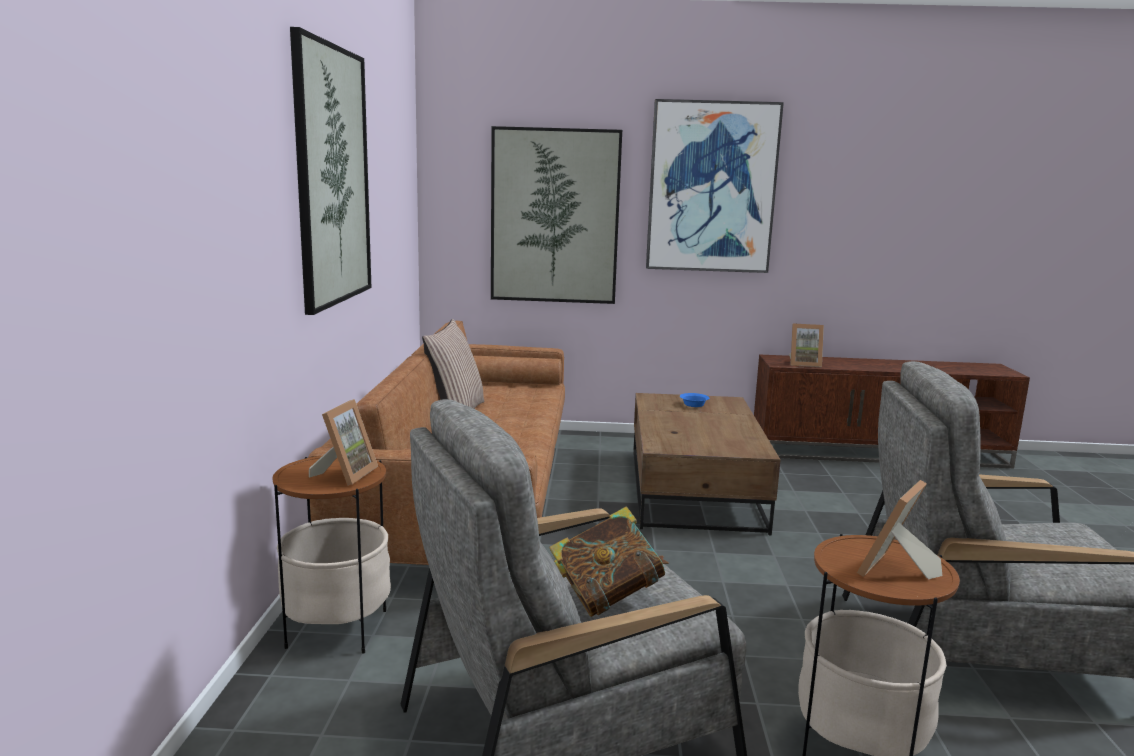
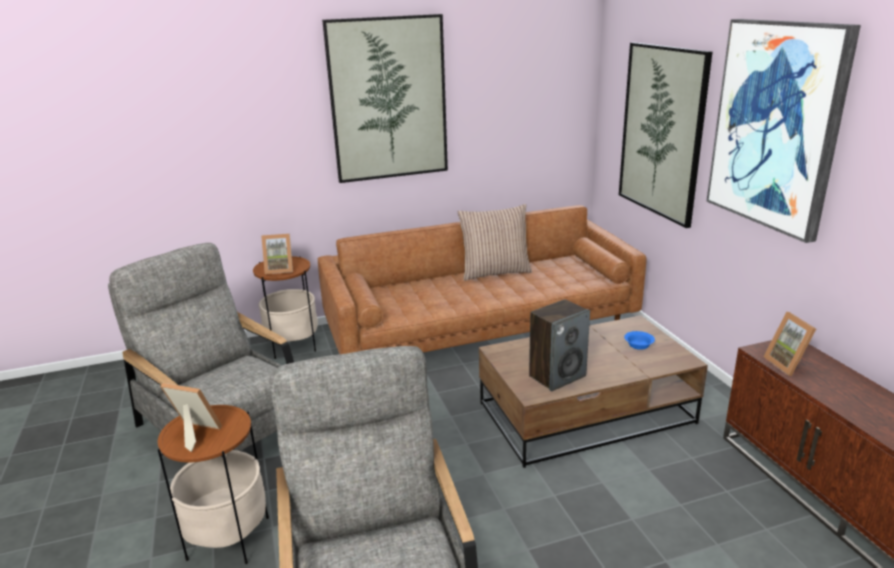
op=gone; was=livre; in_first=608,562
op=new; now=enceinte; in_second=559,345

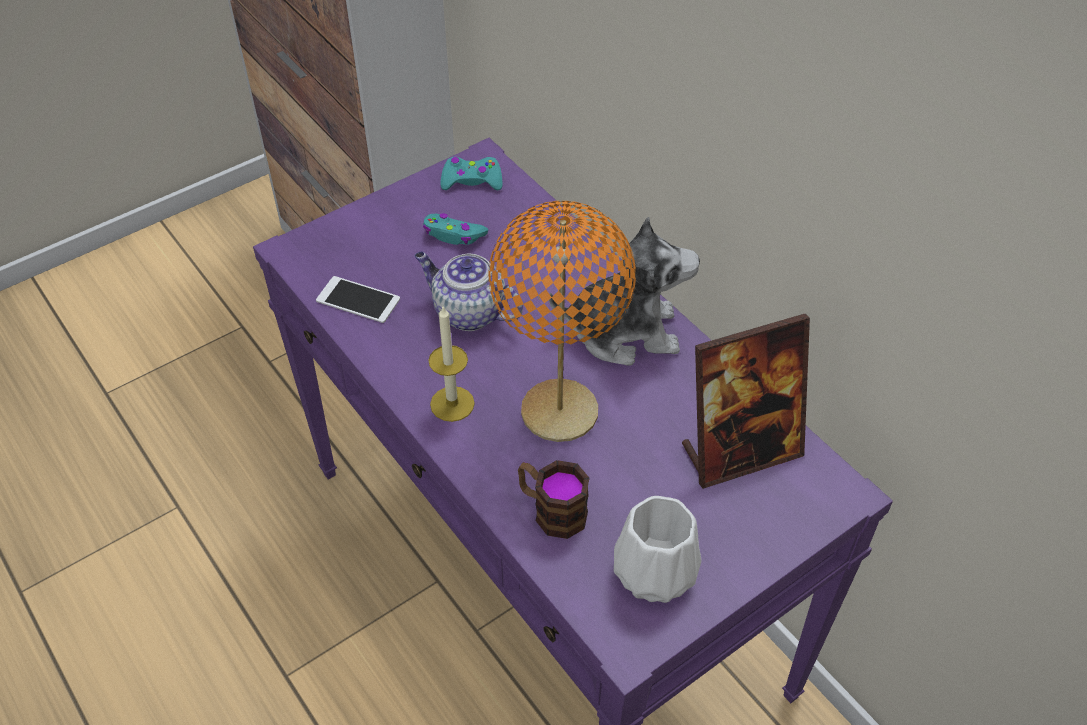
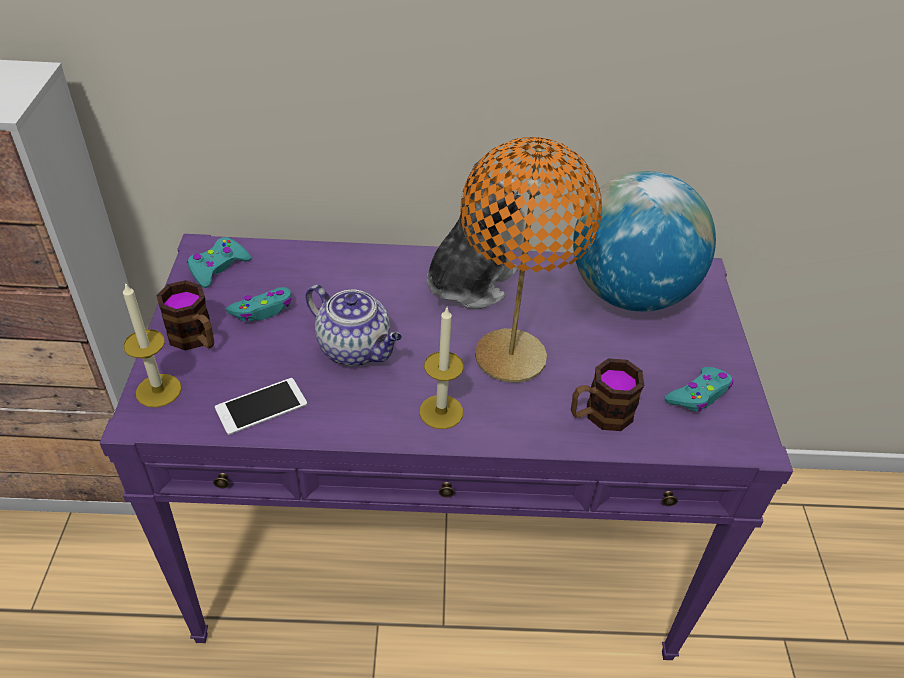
op=new; now=bougie; in_second=152,345
op=new; now=mug; in_second=185,315
op=swapped; was=vase/blanc; now=manette/turquoise; in_first=657,549; in_second=699,389
op=swapped; was=cadre photo; now=globe; in_first=746,401; in_second=644,241
op=rotated; was=théière; in_first=468,291; in_second=353,325; clockwise=-120

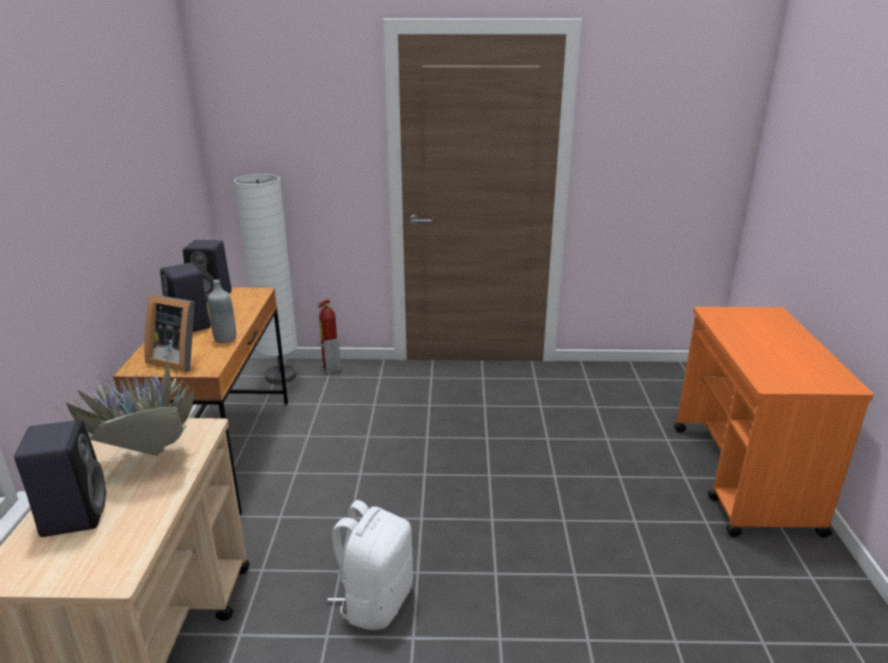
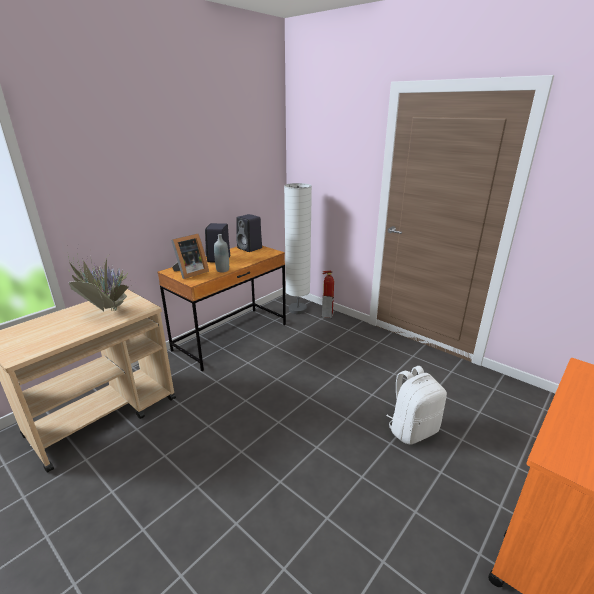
op=gone; was=enceinte/noir; in_first=60,478
op=shifted; was=sac à dos/blanc; in_first=370,565; in_second=416,405
op=rotated; was=cadre photo; in_first=170,333; in_second=190,256; clockwise=-105

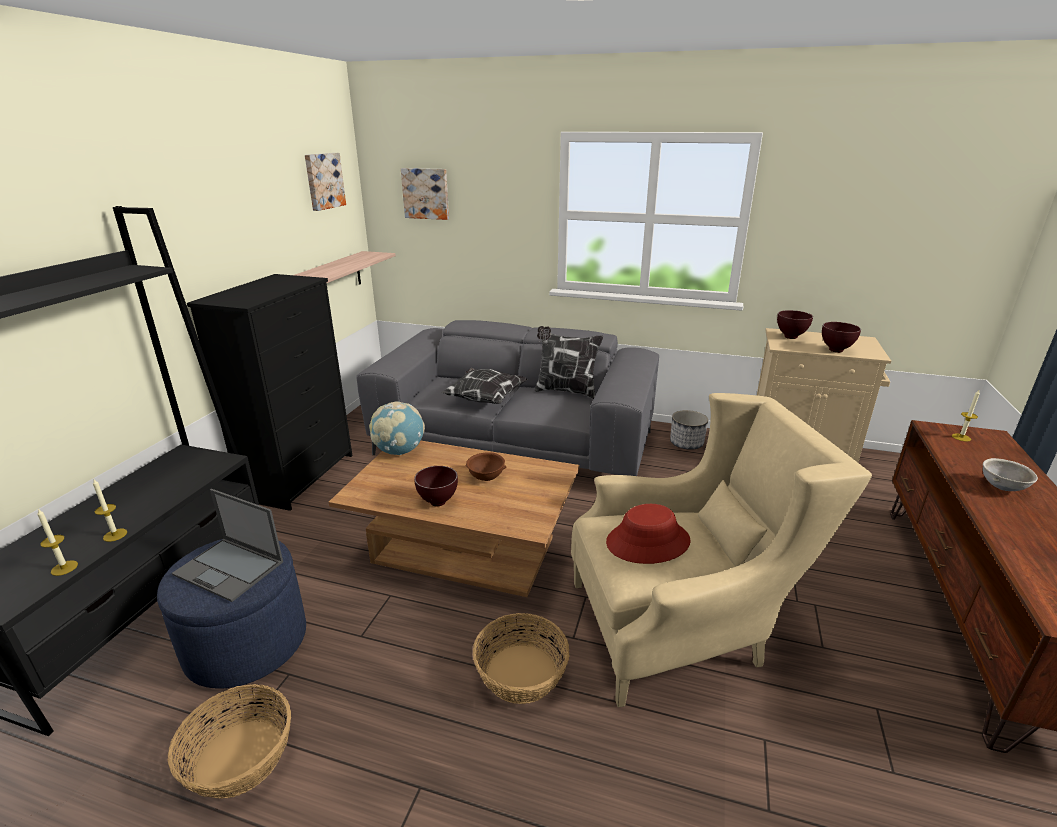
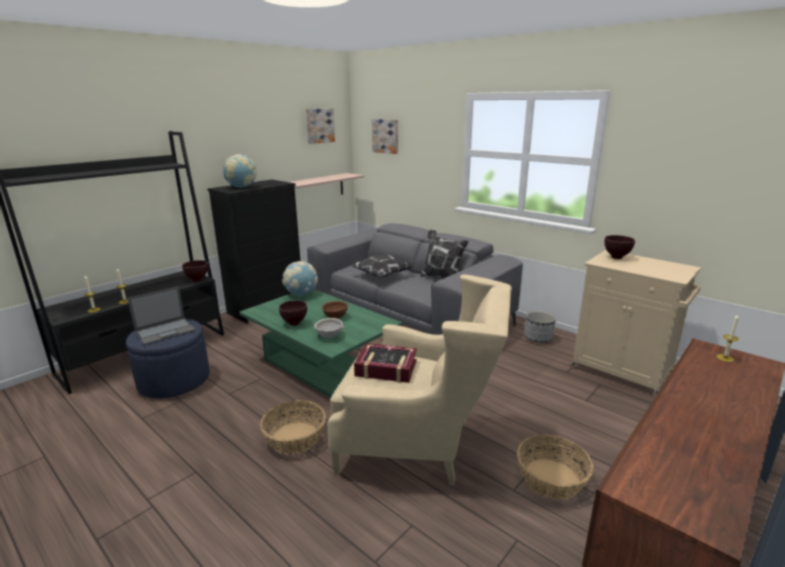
op=new; now=globe; in_second=240,171
op=shifted; was=panier; in_first=229,741; in_second=555,467
op=shifted; was=bol/marron; in_first=841,337; in_second=195,271
op=shifted; was=bol/gris; in_first=1010,474; in_second=329,328
op=swapped; was=chapeau/rouge; now=livre; in_first=648,534; in_second=385,363
op=repainted; was=table basse/marron; now=table basse/vert; in_first=453,519; in_second=320,343
op=rotated; was=ordinateur portable; in_first=227,545; in_second=162,315; clockwise=-90

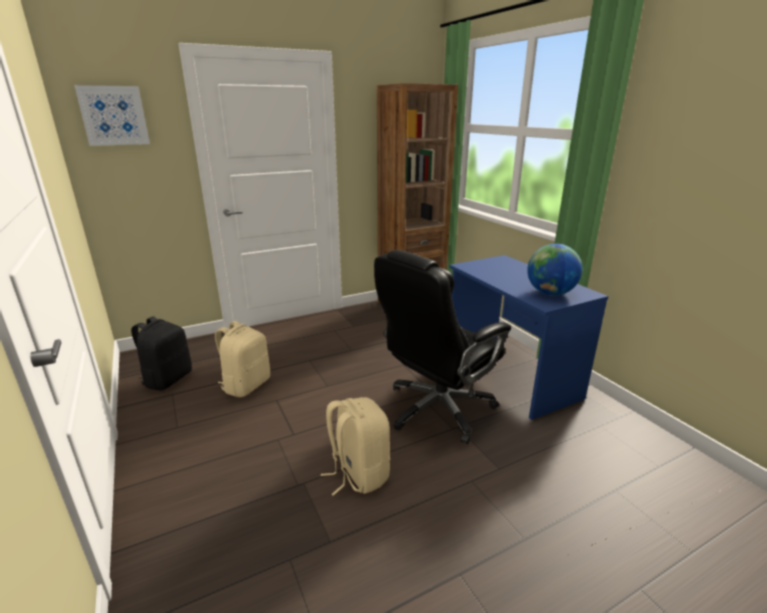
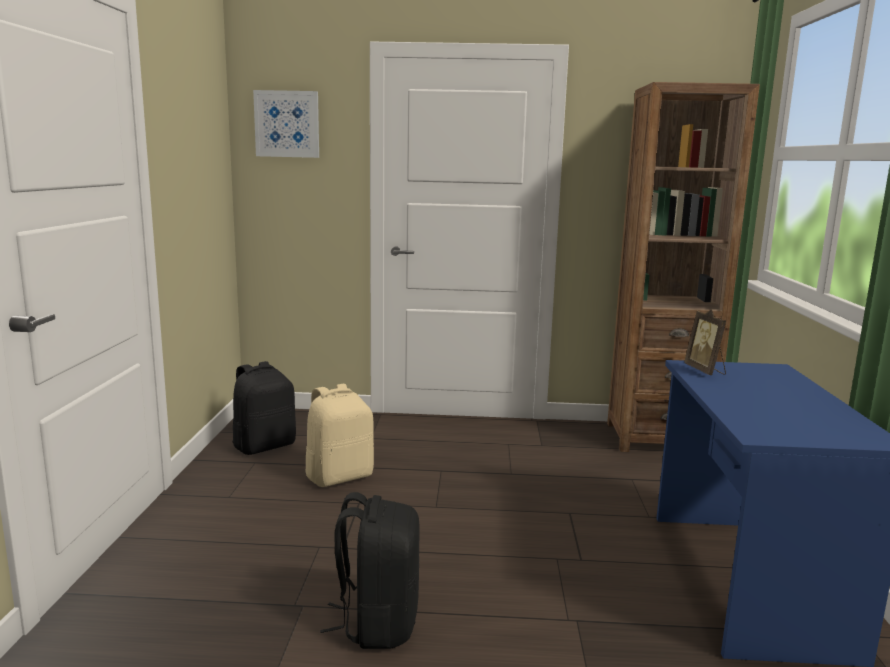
op=gone; was=chaise de bureau/noir; in_first=442,347
op=gone; was=globe; in_first=554,270
op=new; now=cadre photo; in_second=705,342
op=repainted; was=sac à dos/beige; now=sac à dos/noir; in_first=355,446; in_second=370,570

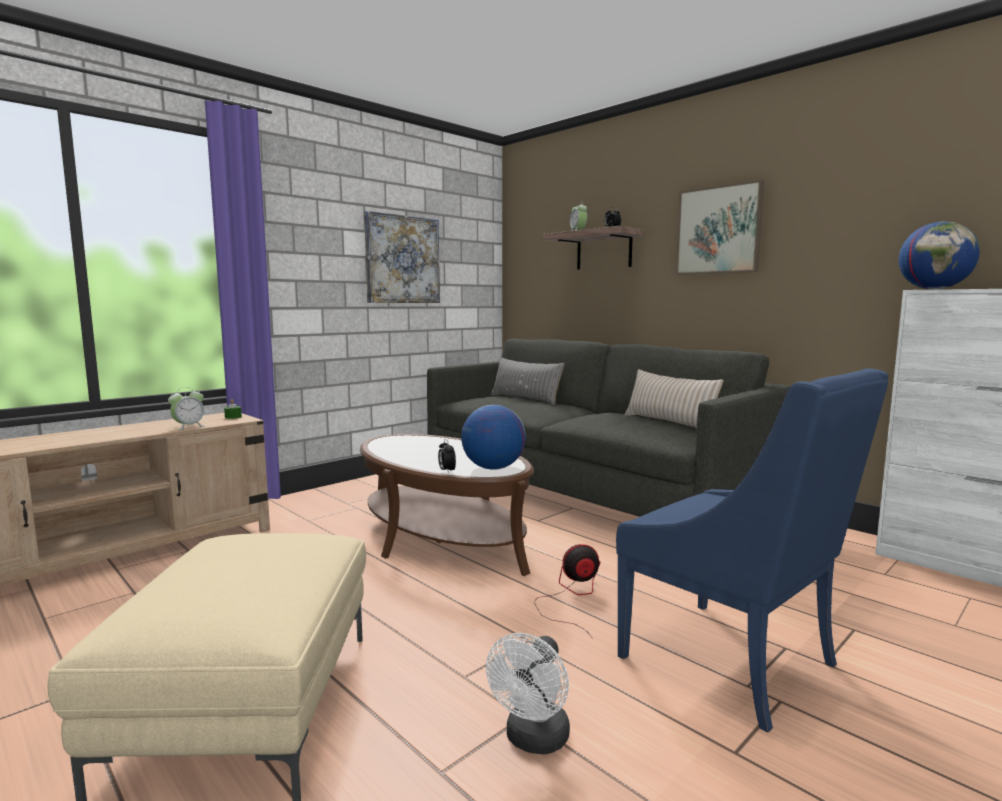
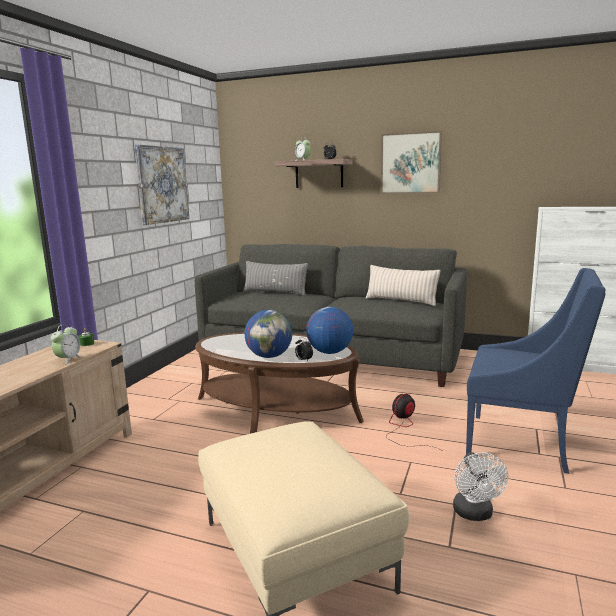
op=shifted; was=globe; in_first=939,255; in_second=268,334

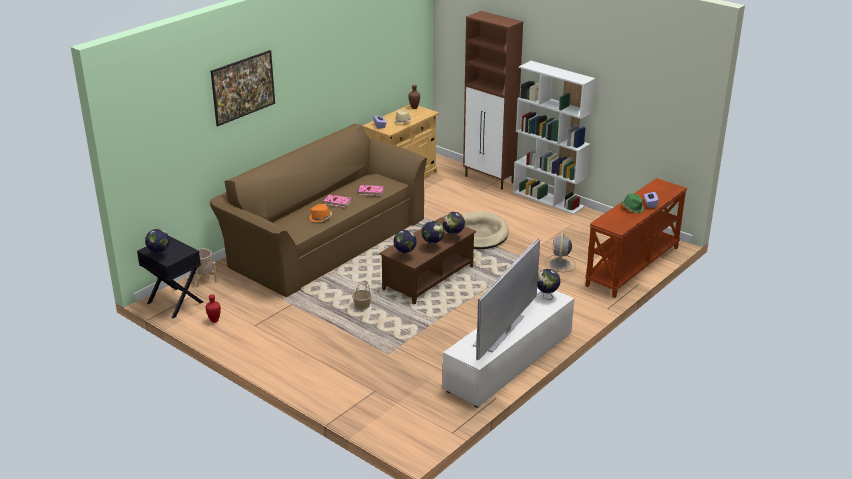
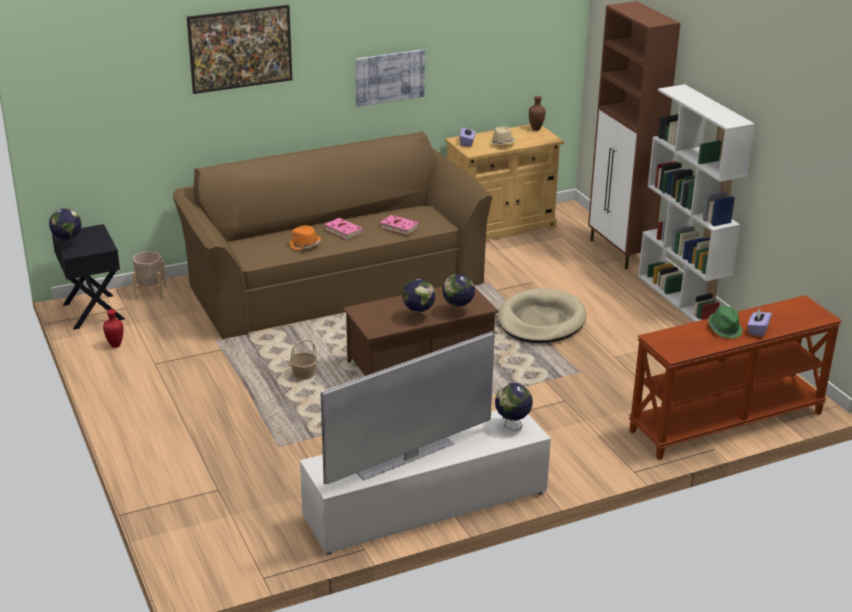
op=gone; was=globe; in_first=405,245
op=gone; was=ventilateur/gris; in_first=560,251
op=new; now=tableau; in_second=390,78

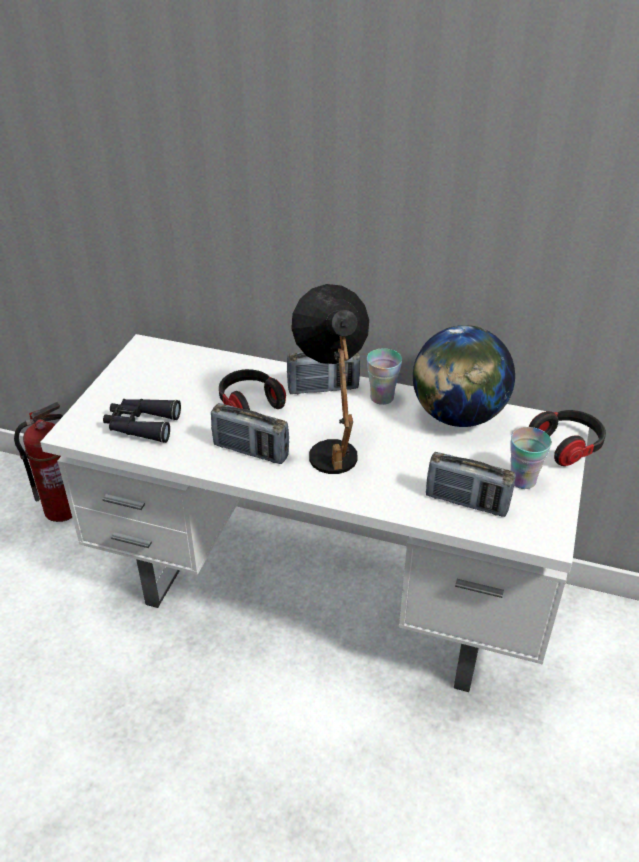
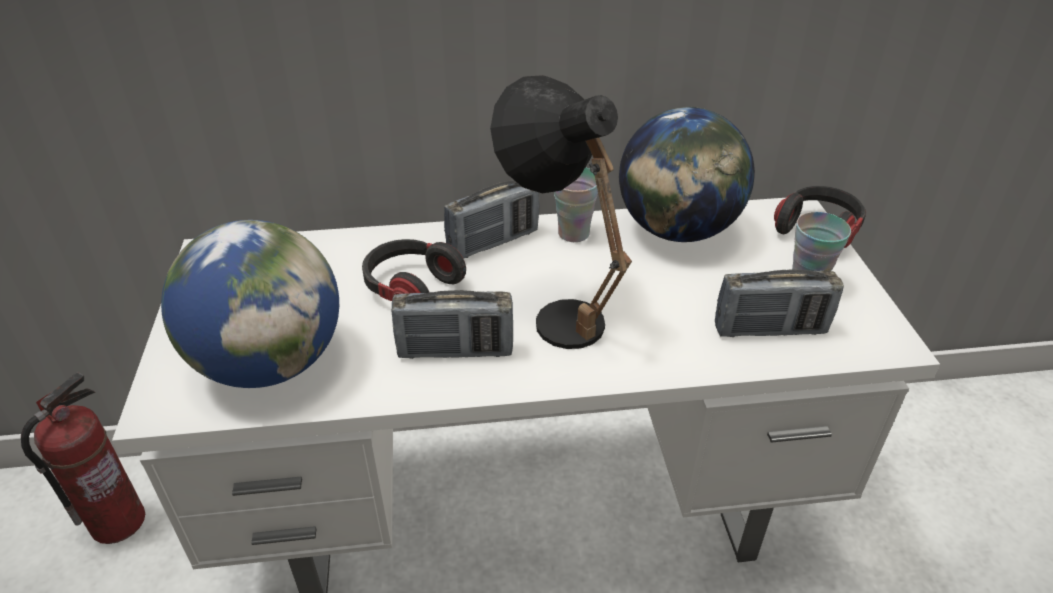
op=swapped; was=jumelles/noir; now=globe; in_first=142,421; in_second=250,304

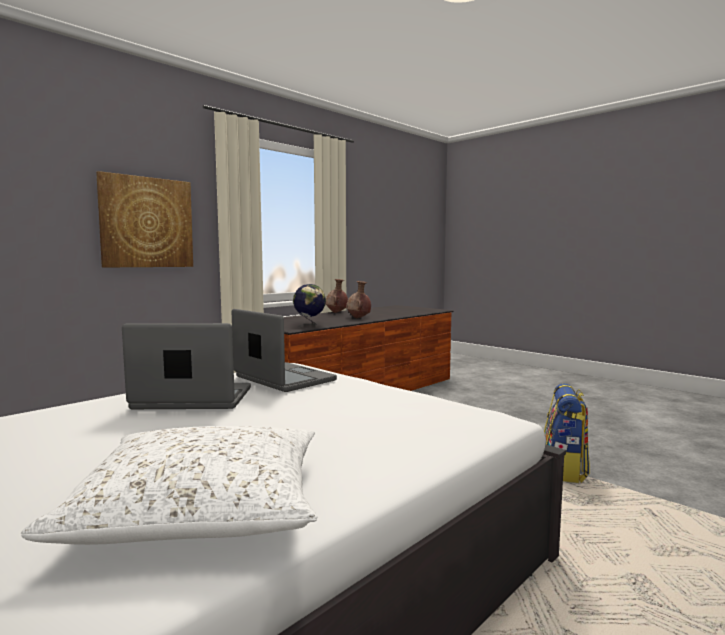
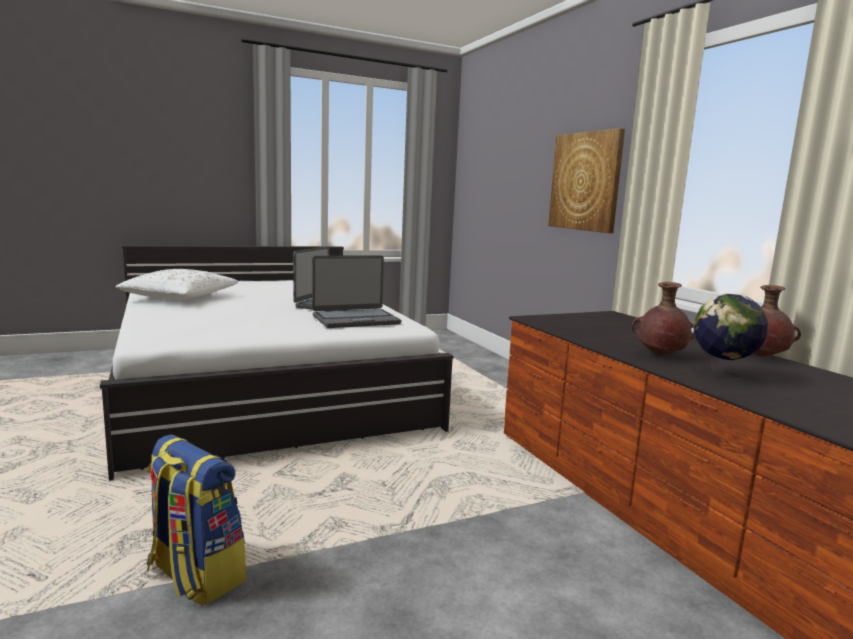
op=shifted; was=globe; in_first=309,305; in_second=730,337

